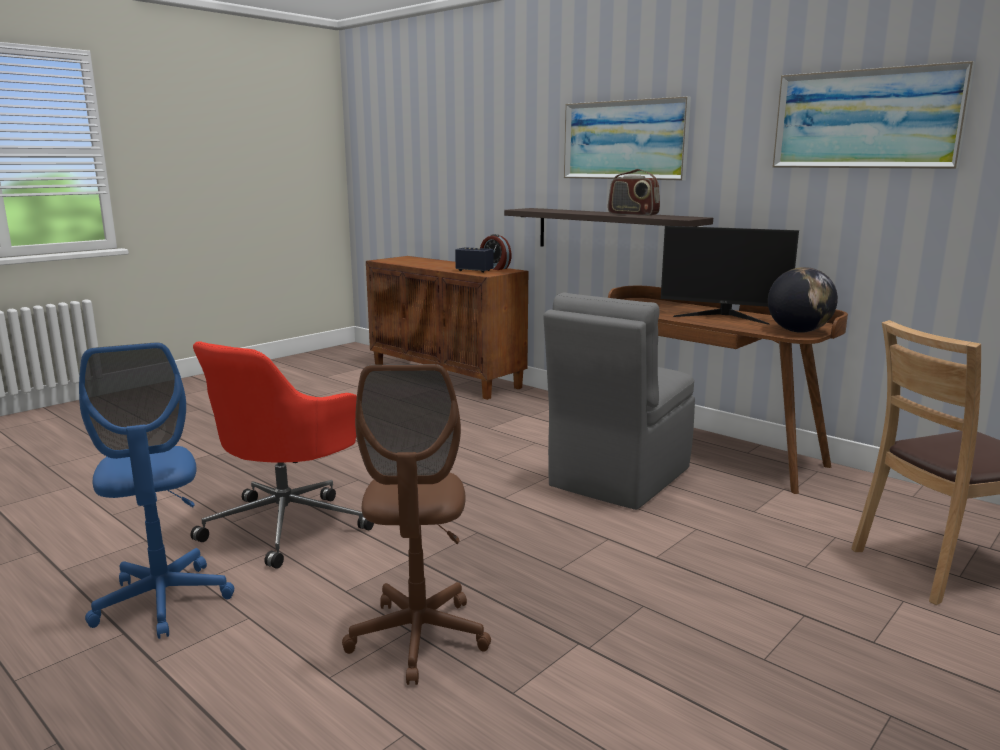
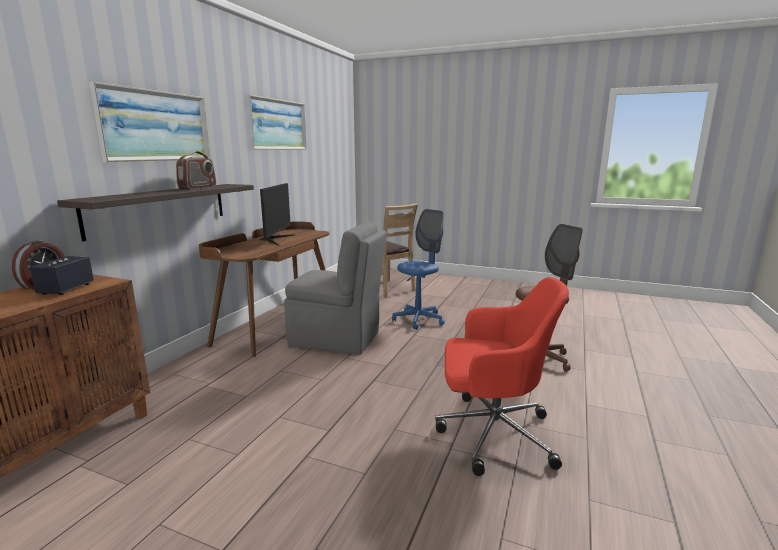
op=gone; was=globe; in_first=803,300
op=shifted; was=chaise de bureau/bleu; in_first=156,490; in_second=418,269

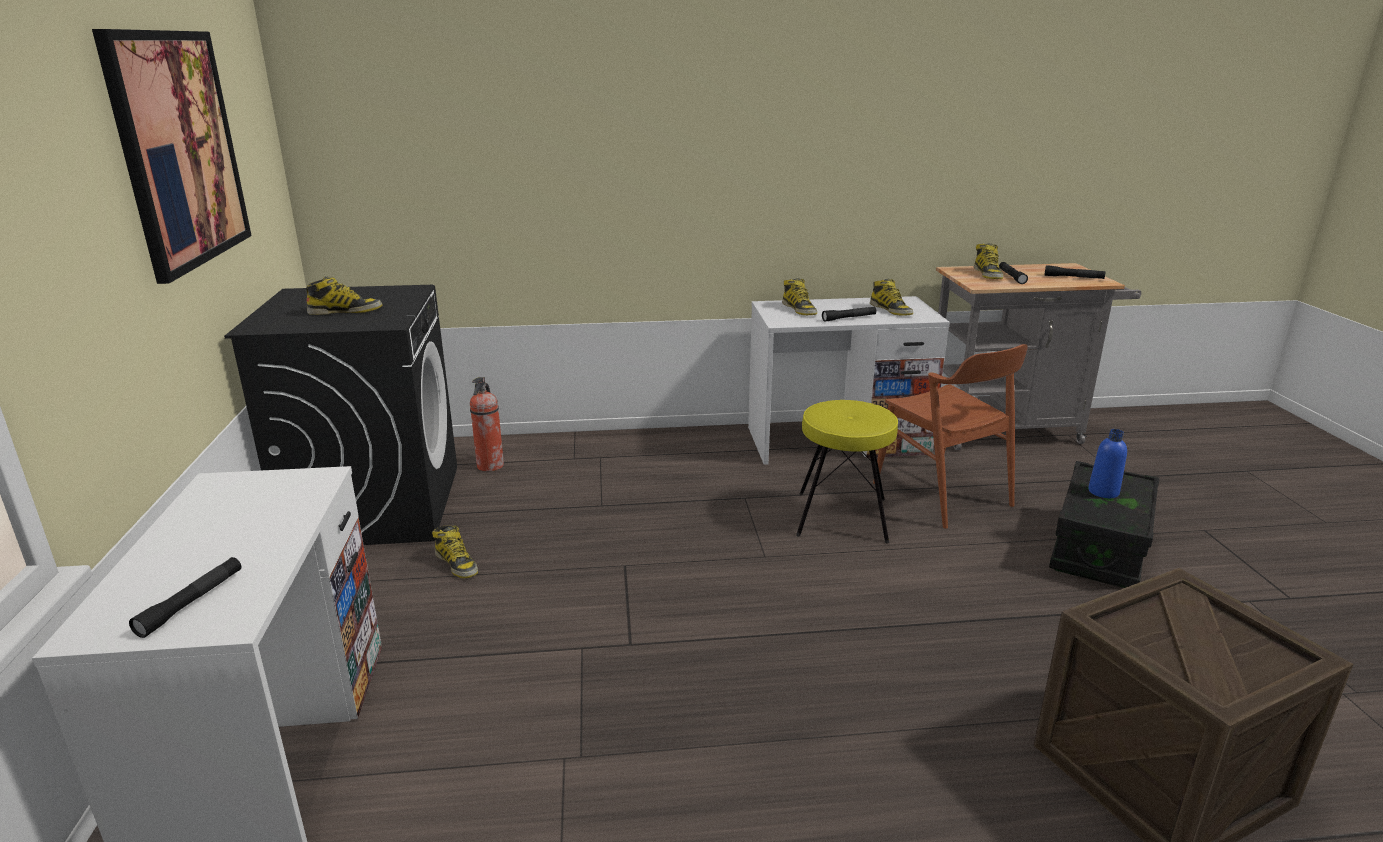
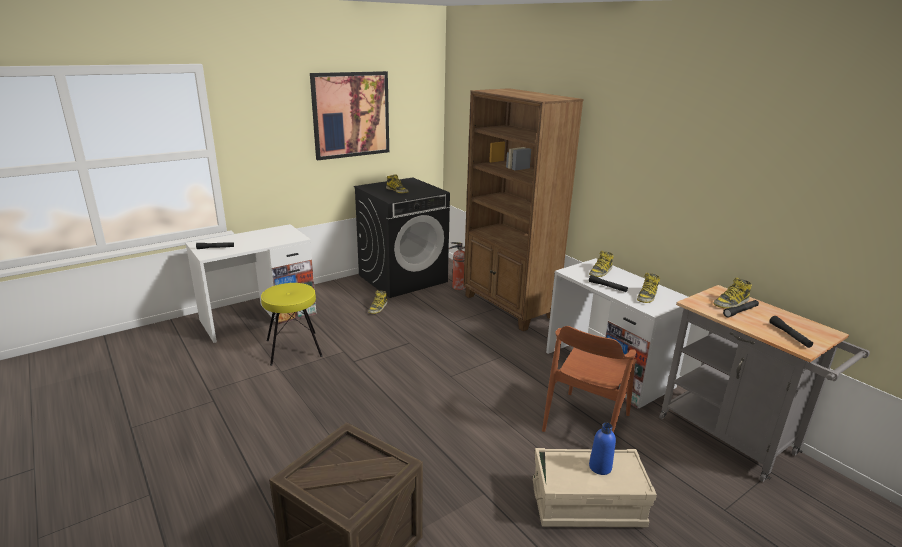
op=new; now=bibliothèque/marron; in_second=523,209
op=shifted; was=tabouret/jaune; in_first=847,471; in_second=292,324
op=repainted; was=boîte de rangement/noir; now=boîte de rangement/beige; in_first=1104,524; in_second=595,487

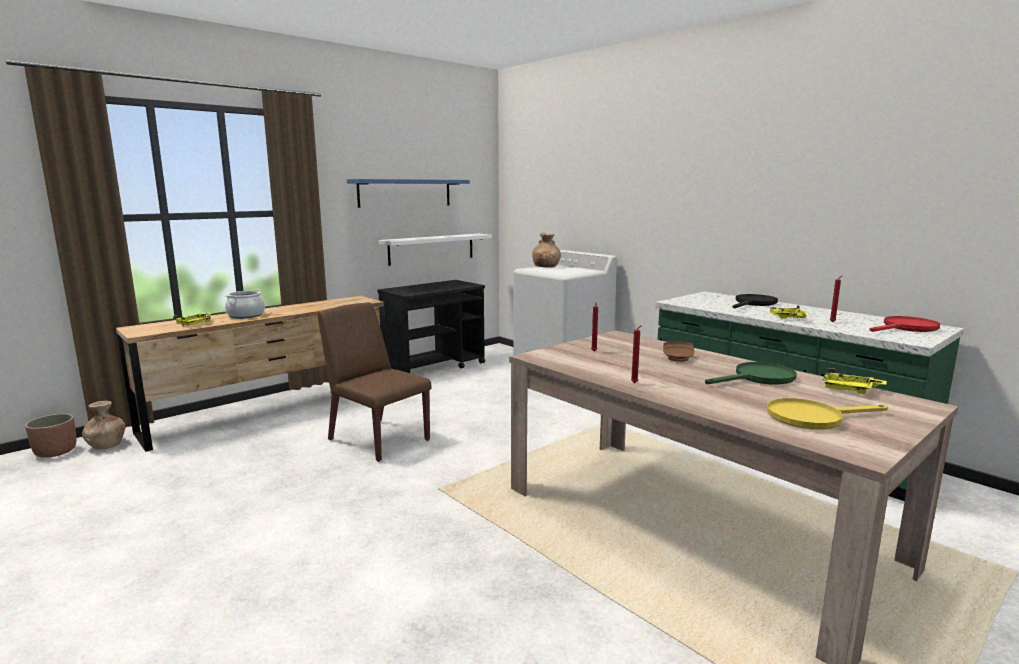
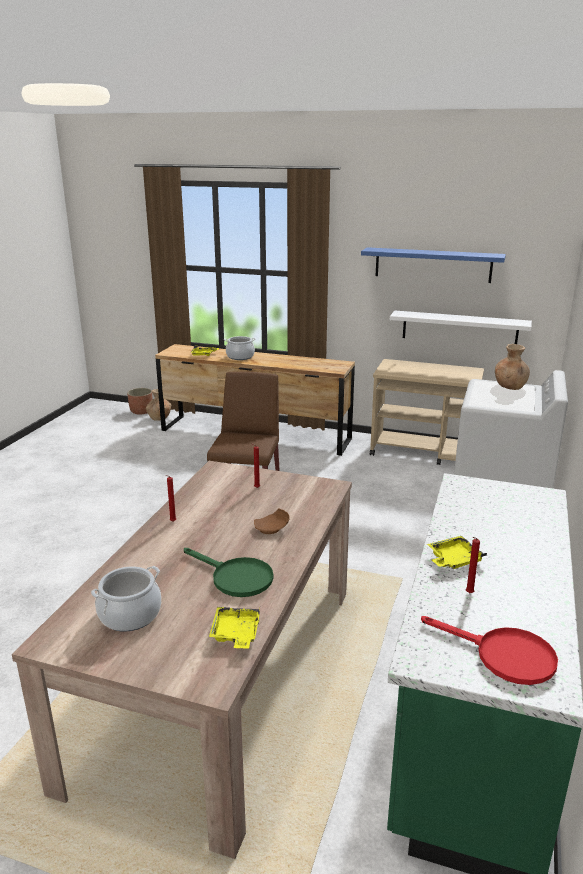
op=gone; was=poêle/noir; in_first=755,301
op=swapped; was=poêle/jaune; now=marmite; in_first=827,414; in_second=126,599
op=repainted; was=chariot/noir; now=chariot/beige; in_first=431,326; in_second=427,412

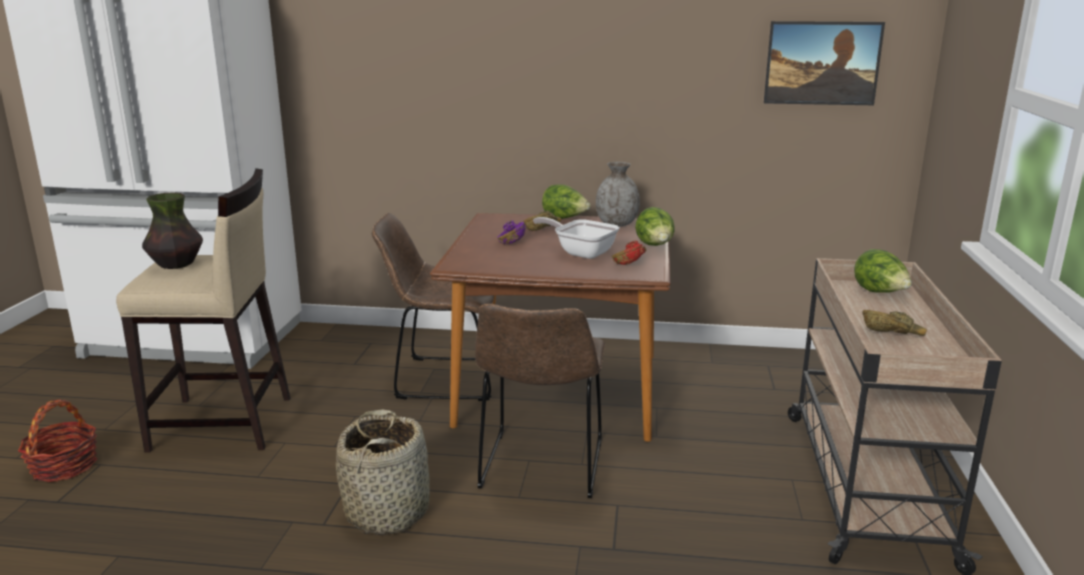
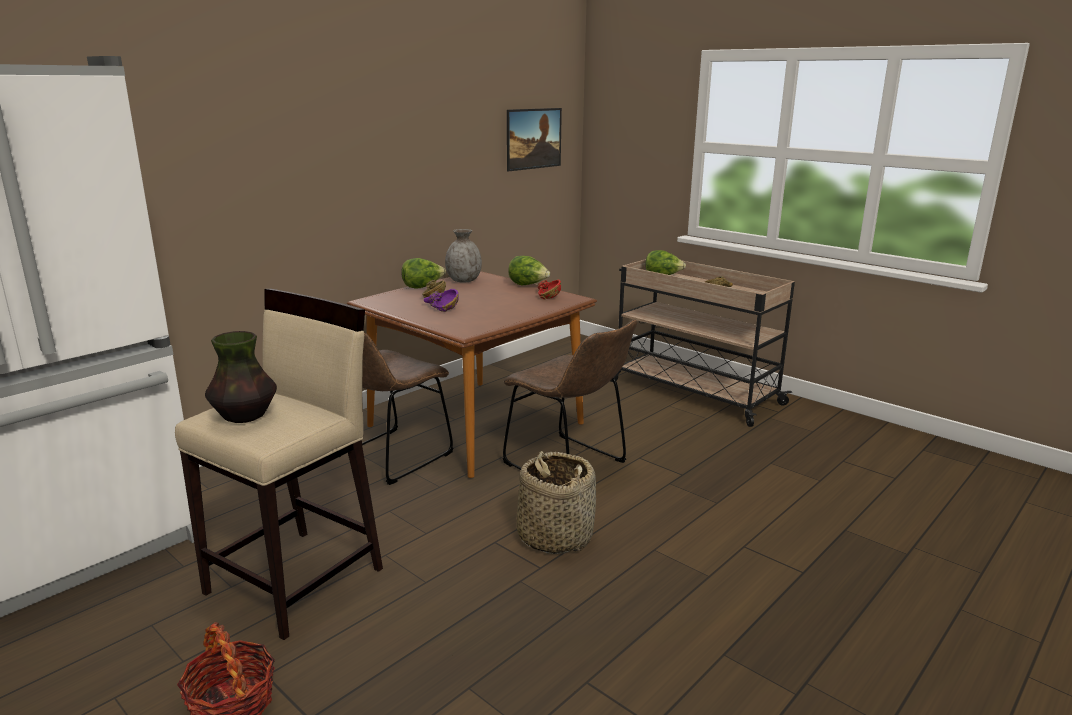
op=gone; was=poêle; in_first=576,238

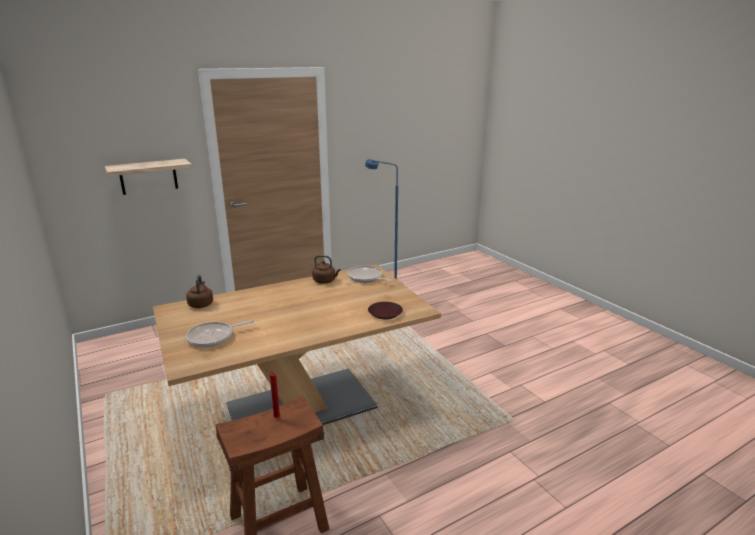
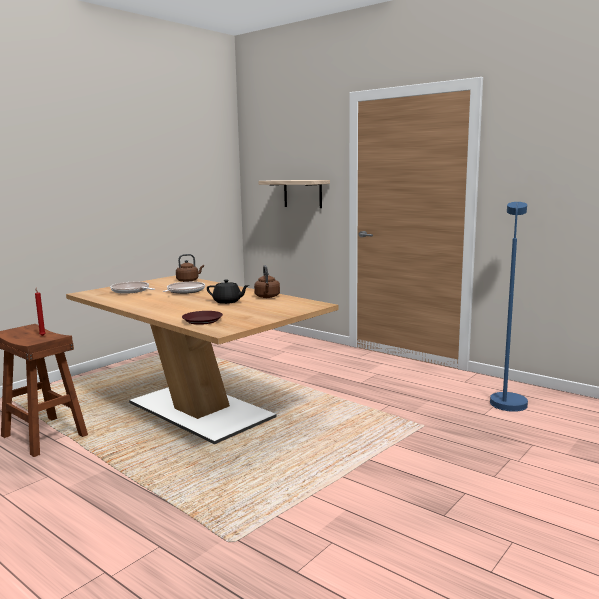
op=new; now=théière/noir; in_second=228,291
op=shifted; was=poêle; in_first=370,274; in_second=184,288

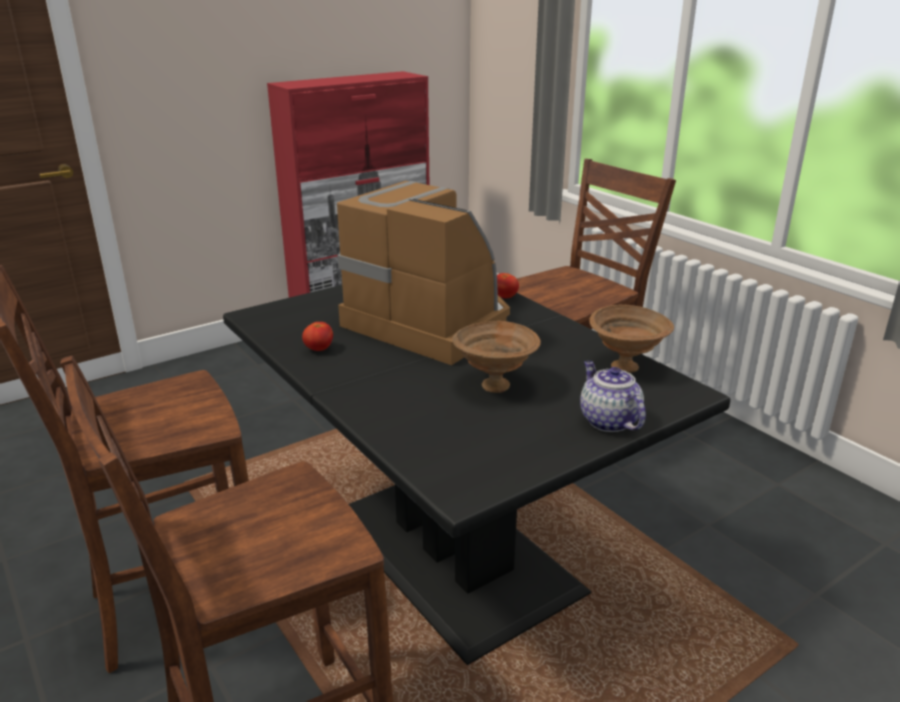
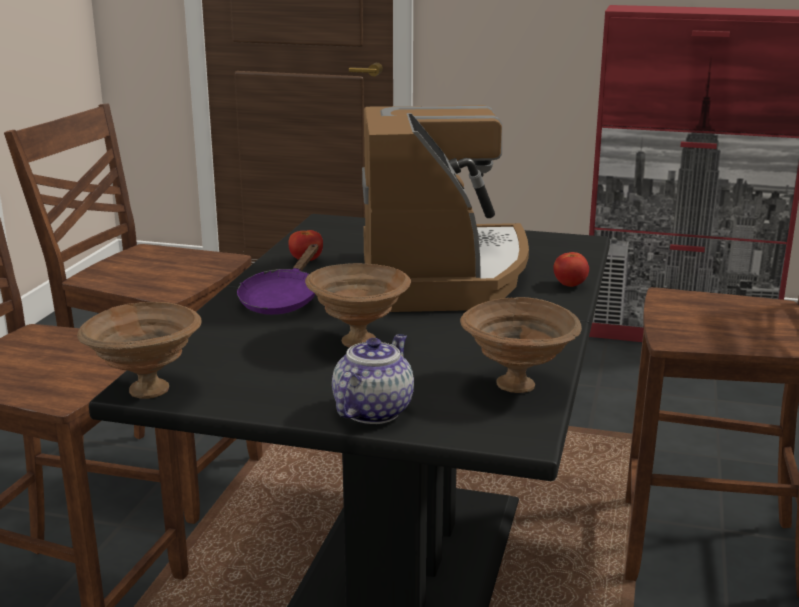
op=new; now=bol/marron; in_second=139,350
op=new; now=poêle/violet; in_second=278,279

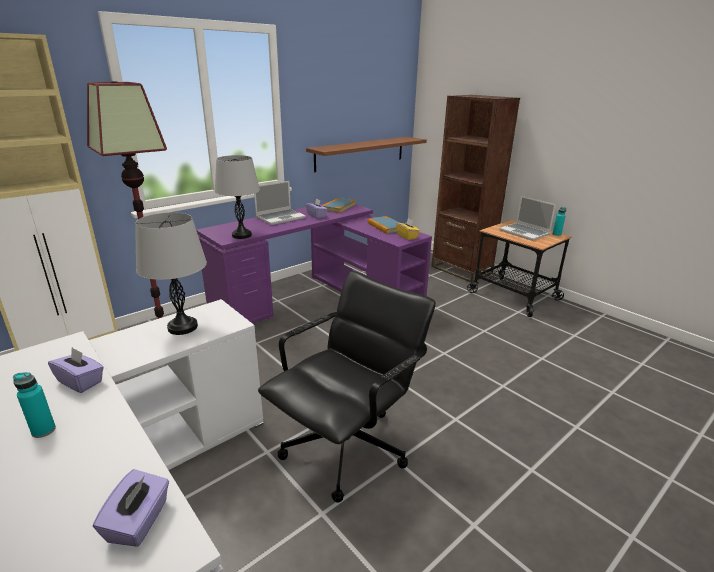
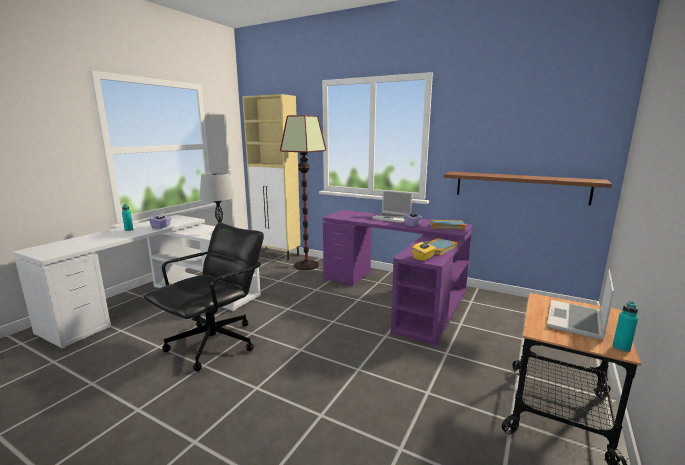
op=gone; was=boîte à mouchoirs/violet; in_first=131,508
op=gone; was=lampe de table/gris; in_first=237,197
op=gone; was=bibliothèque/marron; in_first=475,189
op=rotated; was=chaise de bureau/noir; in_first=347,387; in_second=204,297; clockwise=-75

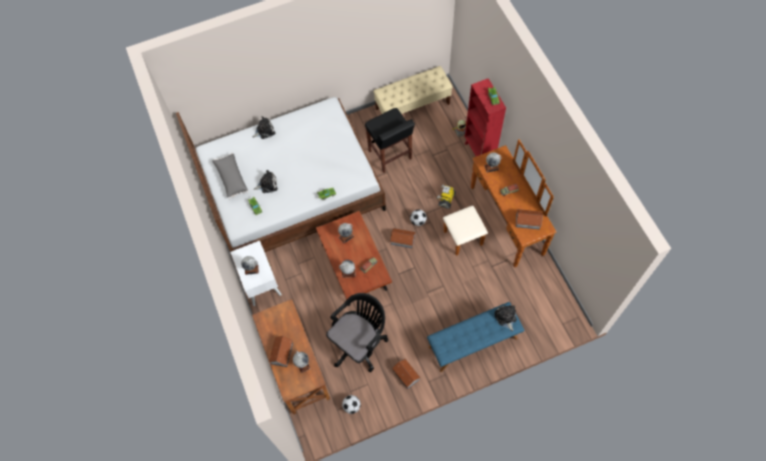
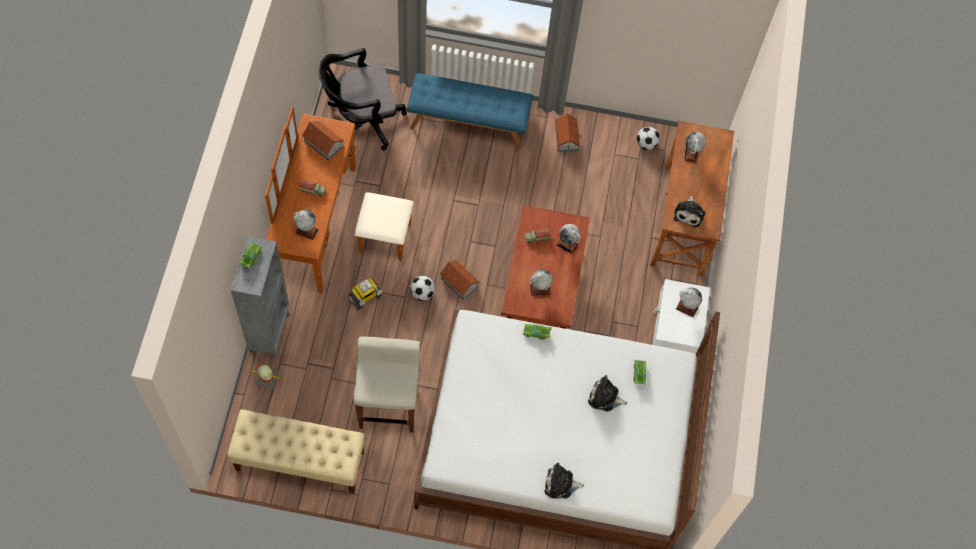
op=gone; was=coussin/gris; in_first=230,176
op=gone; was=maison miniature; in_first=281,351
op=shifted; was=chaise de bureau/noir; in_first=357,332; in_second=362,99
op=shifted; was=peluche; in_first=505,318; in_second=689,211
op=repainted; was=tabouret/noir; now=tabouret/beige; in_first=390,140; in_second=386,385
op=repainted; was=bibliothèque/rouge; now=bibliothèque/gris; in_first=485,117; in_second=261,297

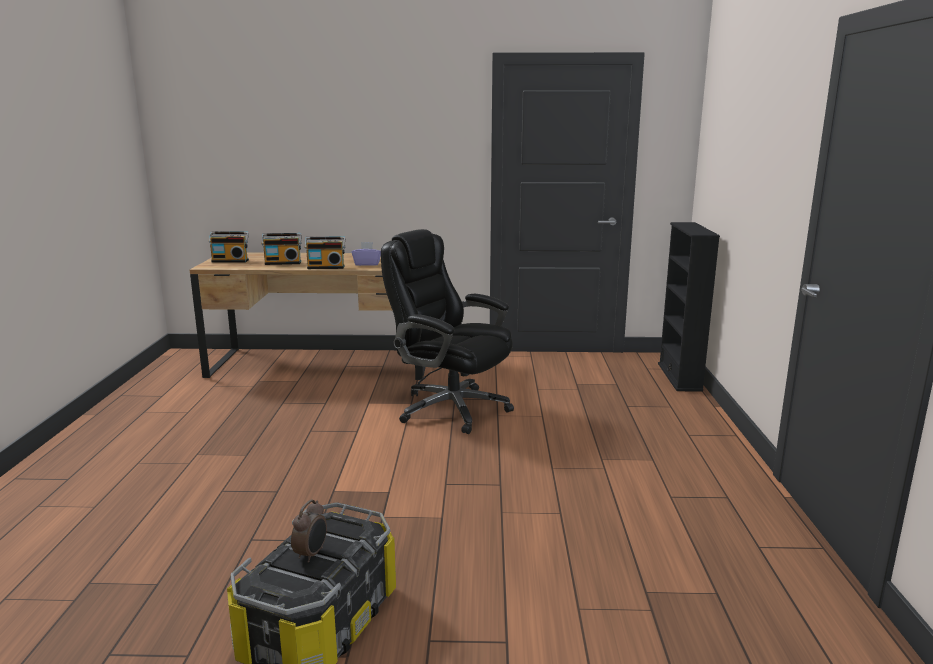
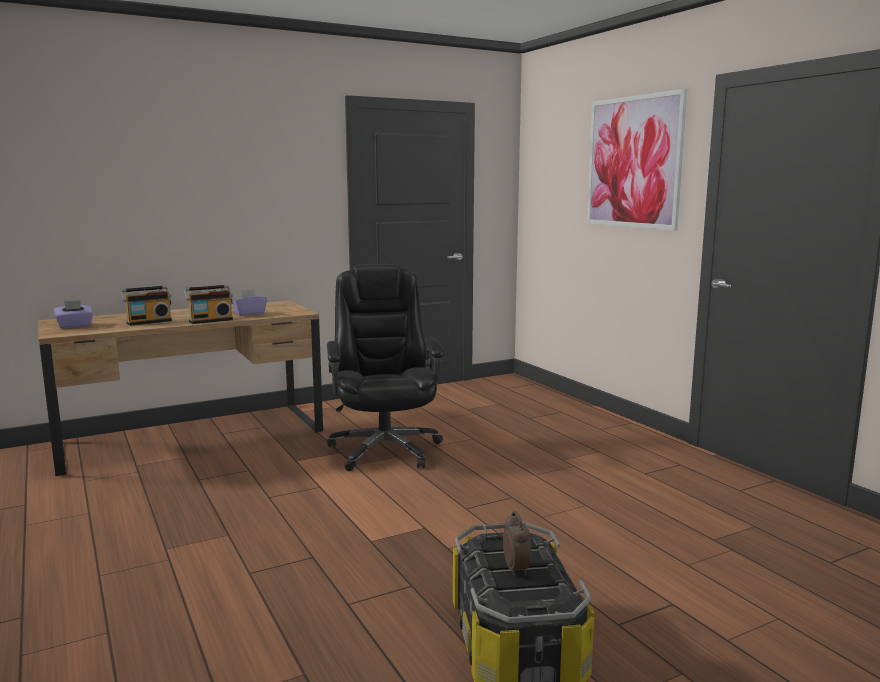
op=gone; was=bibliothèque/noir; in_first=689,307
op=new; now=tableau; in_second=637,159
op=swapped; was=radio; now=boîte à mouchoirs/violet; in_first=229,247; in_second=73,314
op=rotated; was=chaise de bureau/noir; in_first=447,331; in_second=385,367; clockwise=75

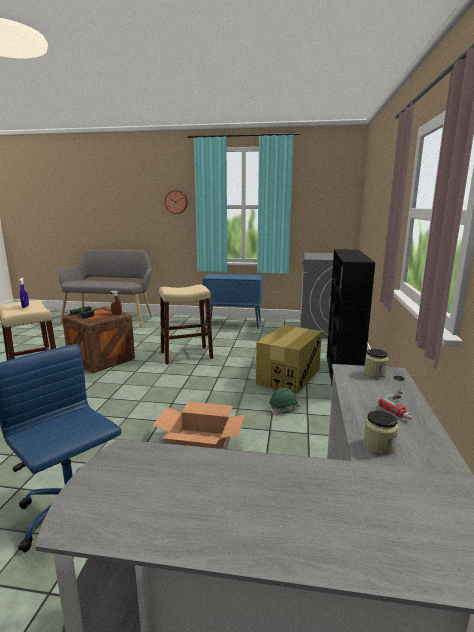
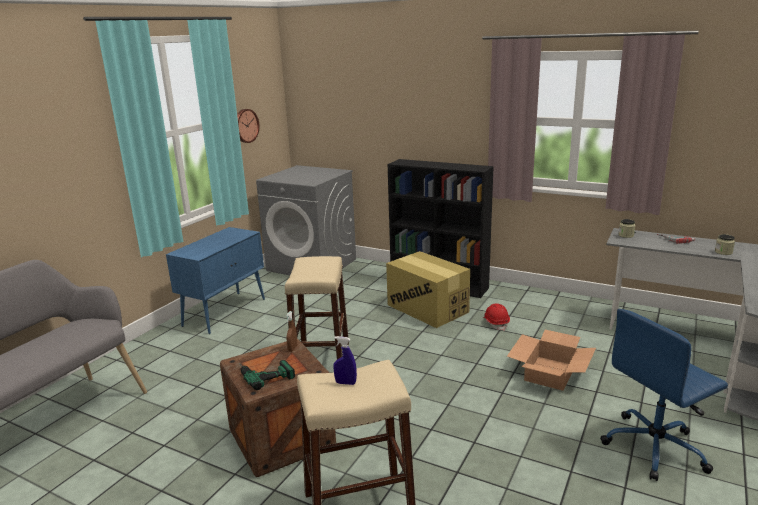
op=shifted; was=horloge murale; in_first=176,202; in_second=248,126
op=repainted; was=casque de chantier/vert; now=casque de chantier/rouge; in_first=284,400; in_second=496,317

